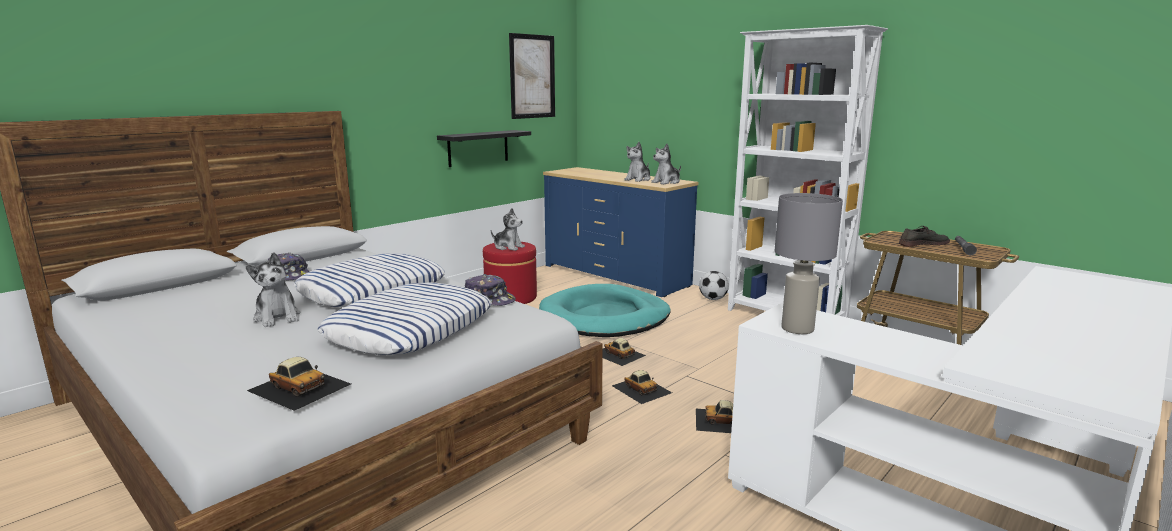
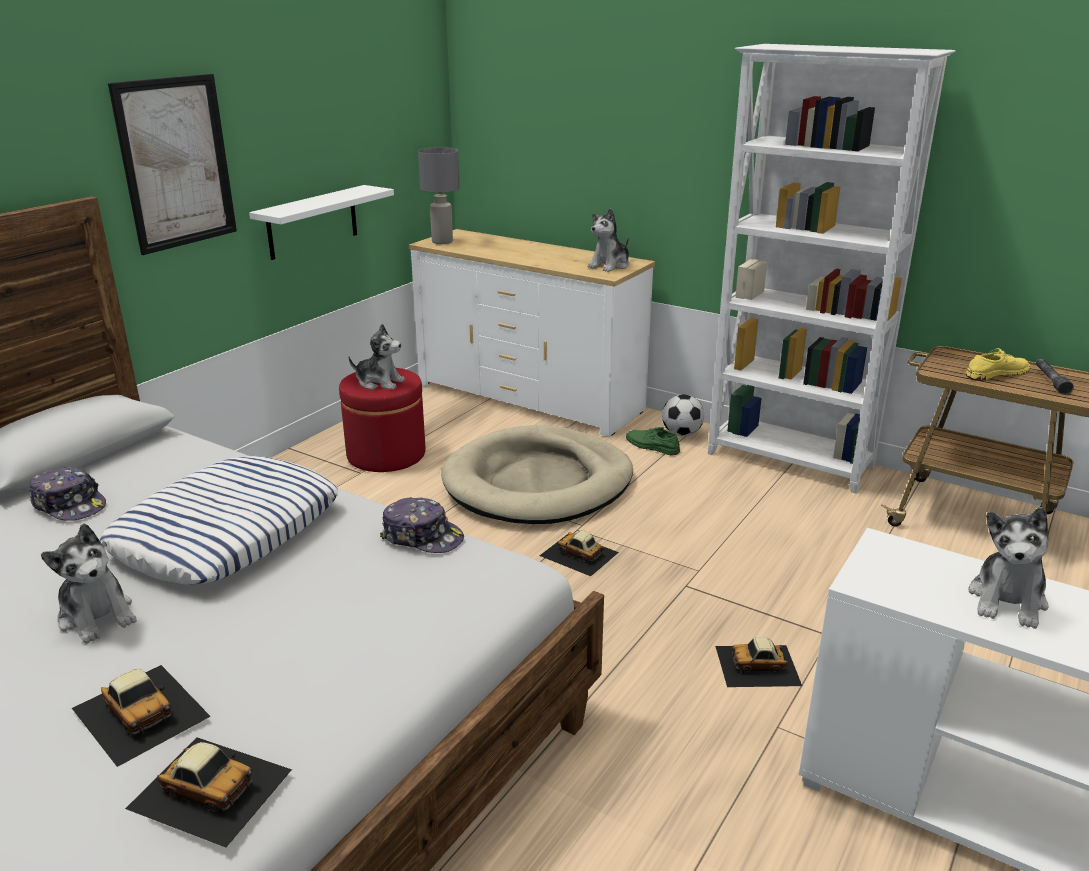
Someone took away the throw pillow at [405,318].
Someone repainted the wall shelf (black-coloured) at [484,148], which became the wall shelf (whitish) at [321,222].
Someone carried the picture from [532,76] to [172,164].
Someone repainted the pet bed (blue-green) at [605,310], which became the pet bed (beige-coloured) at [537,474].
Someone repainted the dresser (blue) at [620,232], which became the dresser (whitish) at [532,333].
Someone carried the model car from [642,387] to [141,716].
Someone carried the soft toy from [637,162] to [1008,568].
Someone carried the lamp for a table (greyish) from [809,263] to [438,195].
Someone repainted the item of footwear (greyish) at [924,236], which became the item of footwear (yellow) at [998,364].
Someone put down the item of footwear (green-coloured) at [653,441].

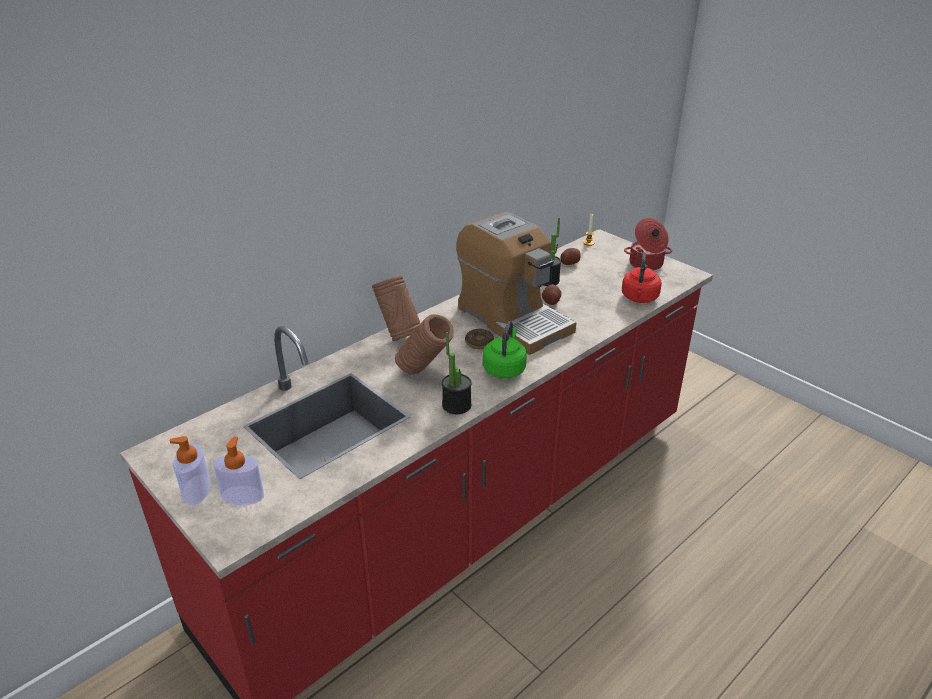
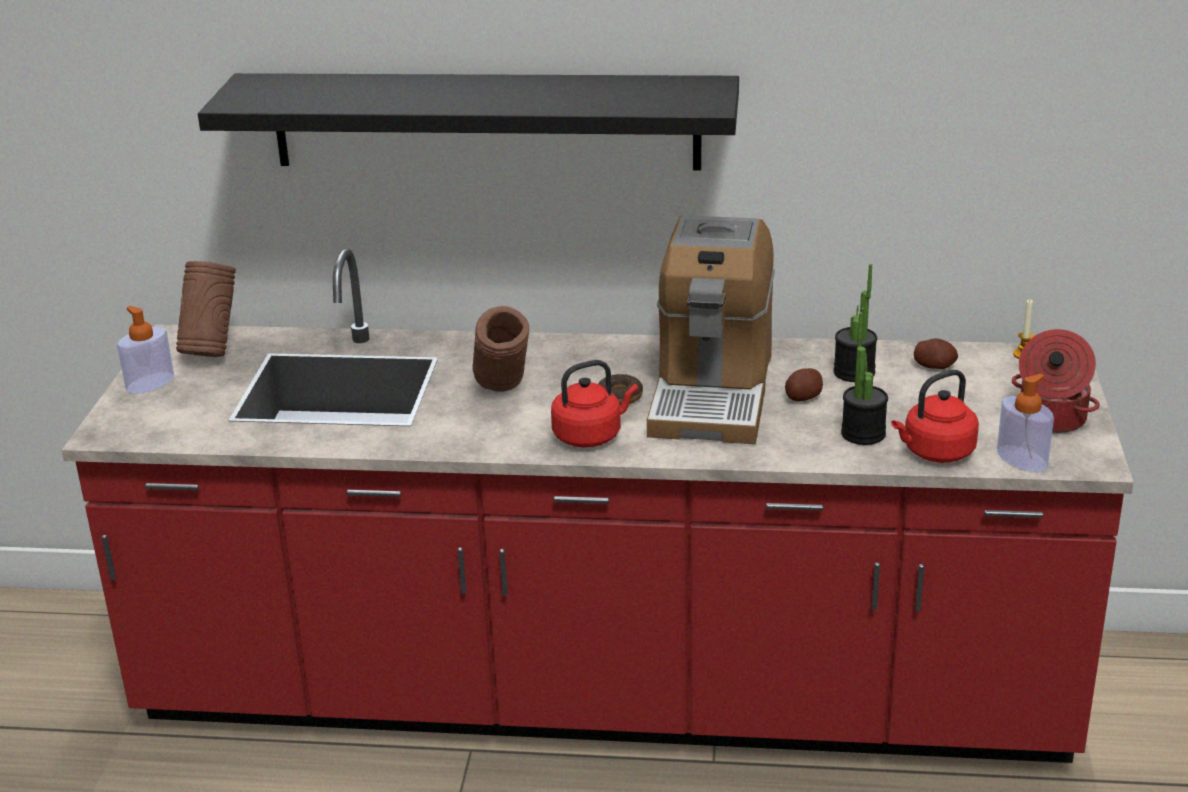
Someone carried the soap dispenser from [238,470] to [1025,423].
Someone carried the decorative vase (brown-coloured) from [396,308] to [206,309].
Someone carried the potted plant from [457,373] to [864,378].
Someone repainted the water kettle (green-coloured) at [505,350], which became the water kettle (red-coloured) at [594,403].
Someone put up the wall shelf (black-coloured) at [468,122].

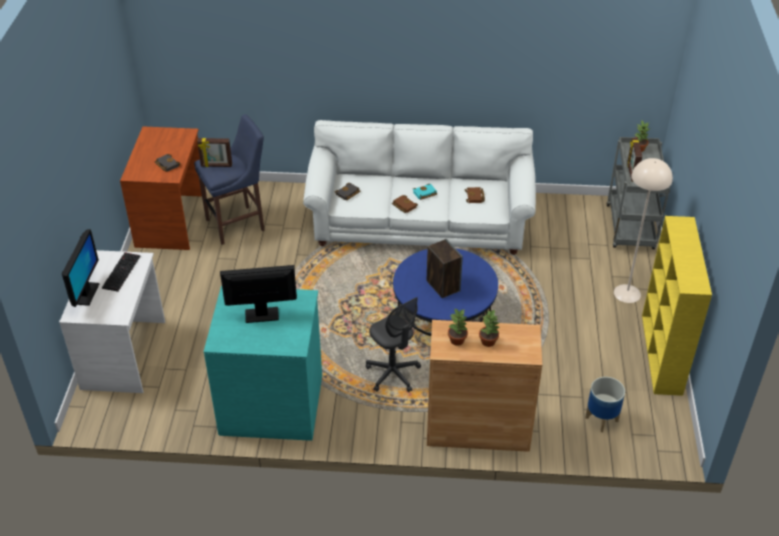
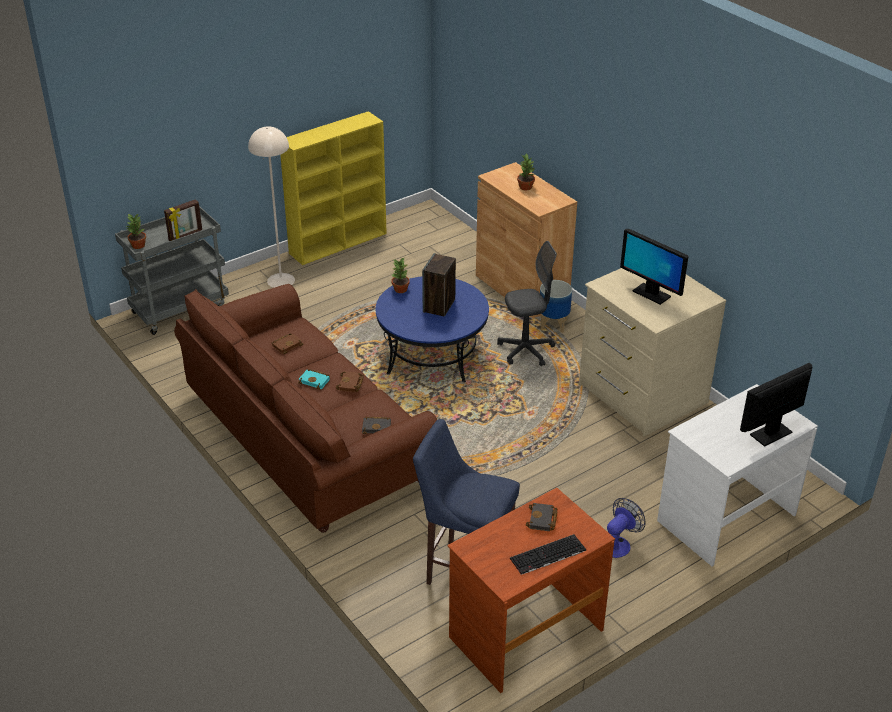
Someone carried the computer keyboard from [121,272] to [548,554].
Someone took away the photo frame at [214,152].
Someone repainted the dresser (blue-green) at [262,363], which became the dresser (beige-coloured) at [652,352].
Someone repainted the settee (whitish) at [419,187], which became the settee (brown-coloured) at [306,408].
Someone rotated the office chair (greyish) at [393,344] by 60 degrees clockwise.
Someone carried the potted plant from [458,327] to [400,275].
Someone carried the planter from [605,404] to [556,306].
Someone put down the electric fan at [626,528].

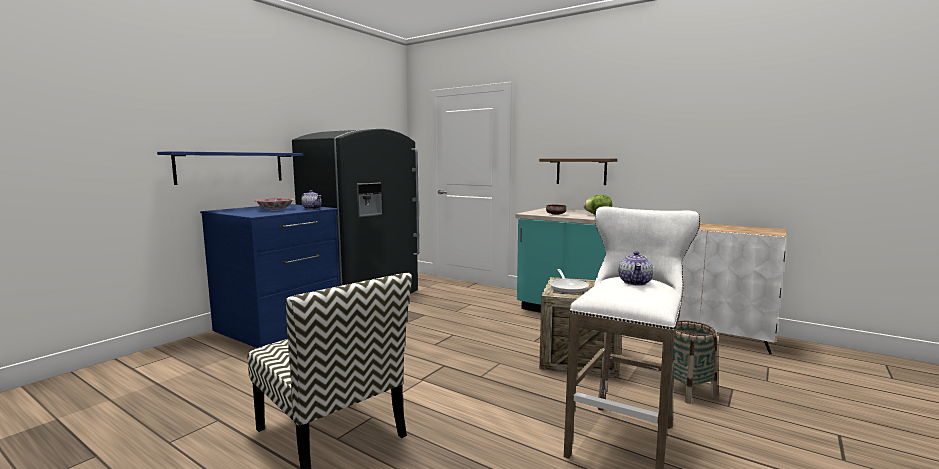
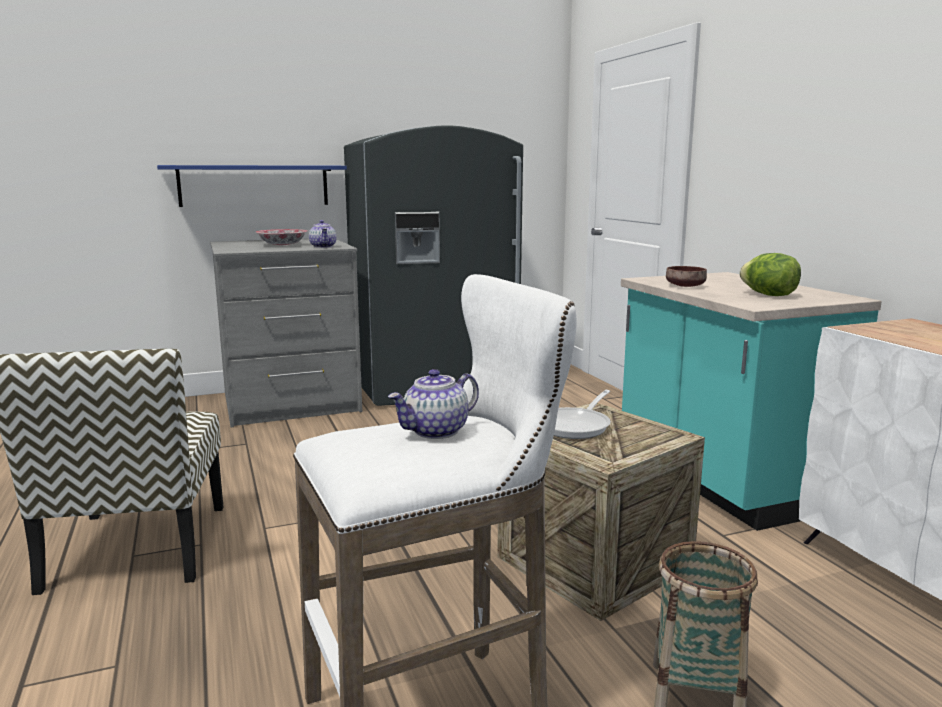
Someone repainted the dresser (blue) at [270,276], which became the dresser (greyish) at [286,333].
Someone took away the wall shelf at [578,172].

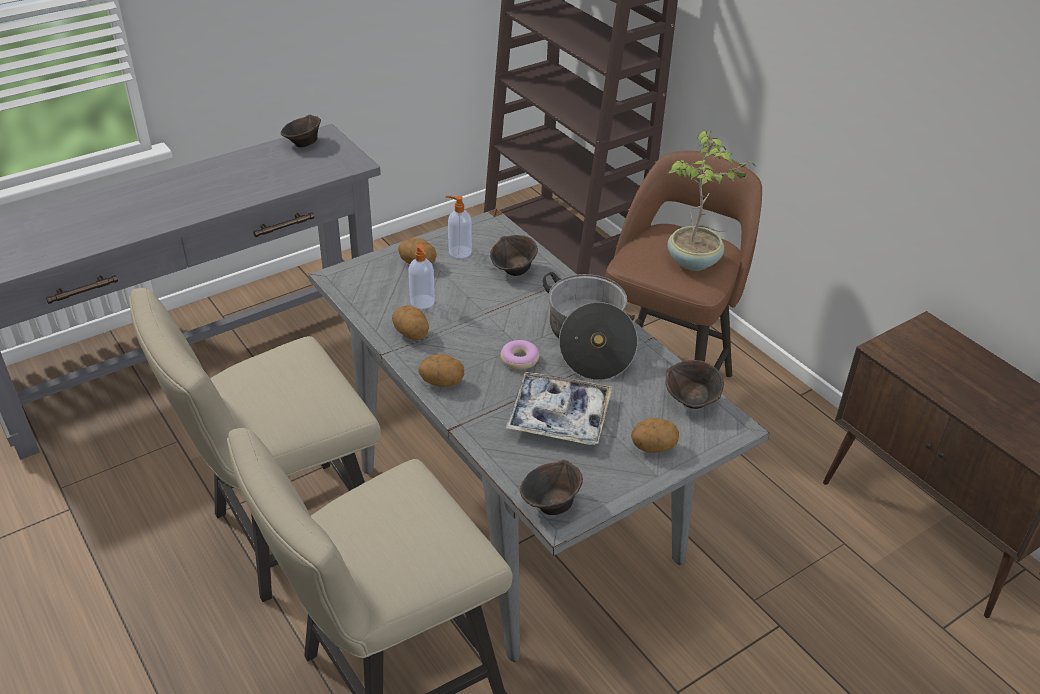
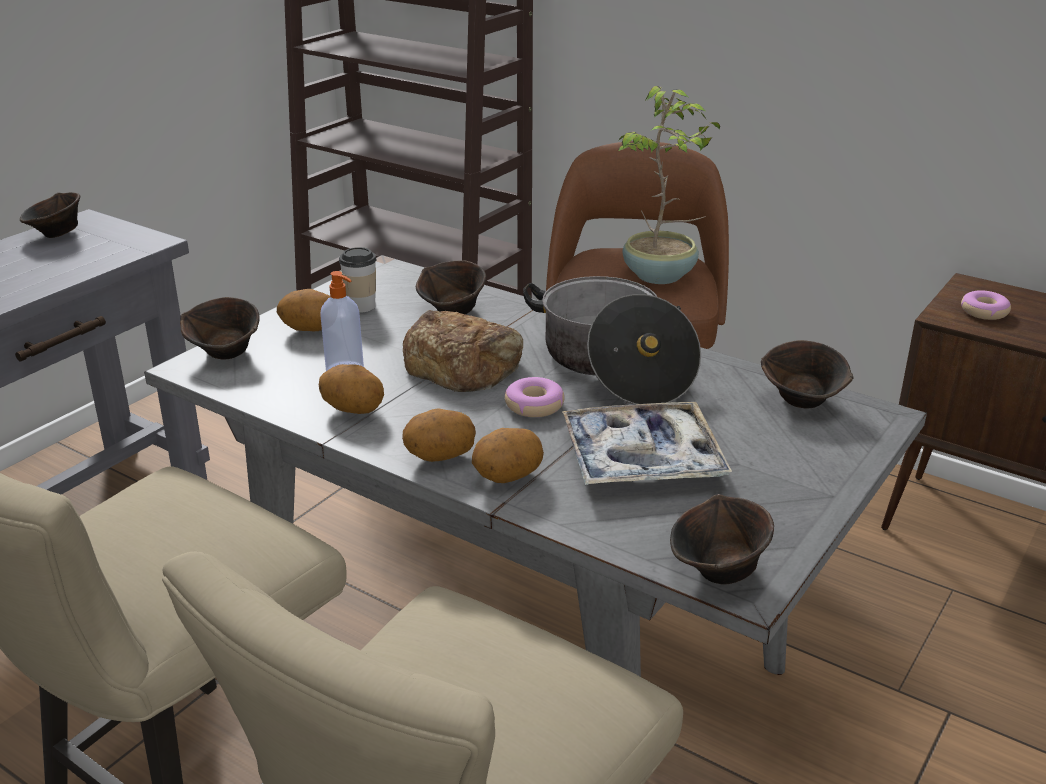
Someone swapped the soap dispenser at [459,227] for the drinking cup at [357,280].
Someone carried the whole potato from [655,435] to [508,455].
Someone put down the deep dish (brown-coloured) at [219,328].
Someone put down the bakery bread at [463,351].
Someone put down the ring doughnut at [986,305].

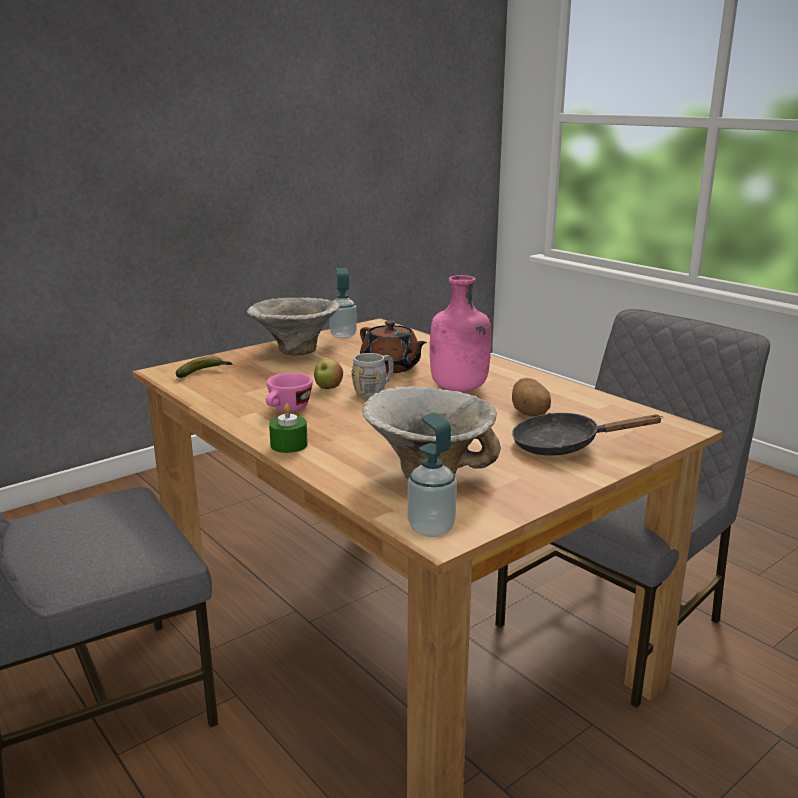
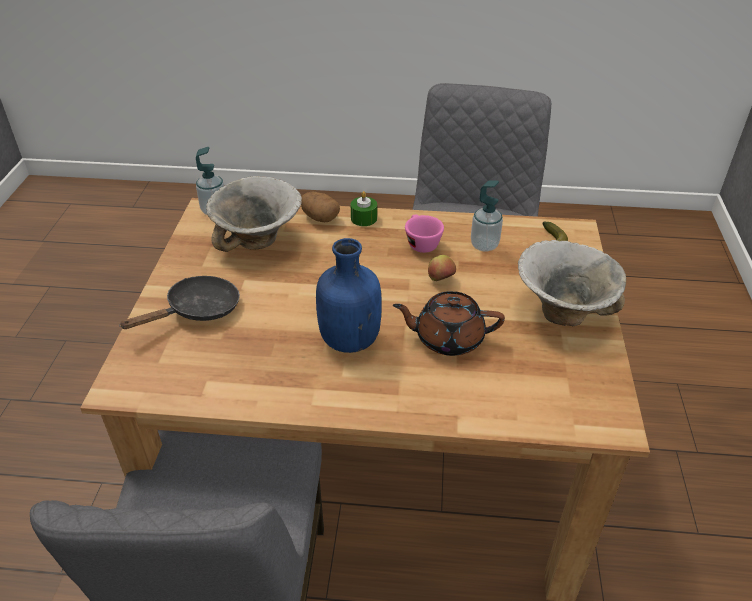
Someone carried the soap dispenser from [343,303] to [487,216].
Someone took away the coffee mug (greyish) at [372,375].
Someone repainted the bottle (pinkish) at [460,333], which became the bottle (blue) at [349,295].
Someone carried the whole potato from [531,397] to [320,207].

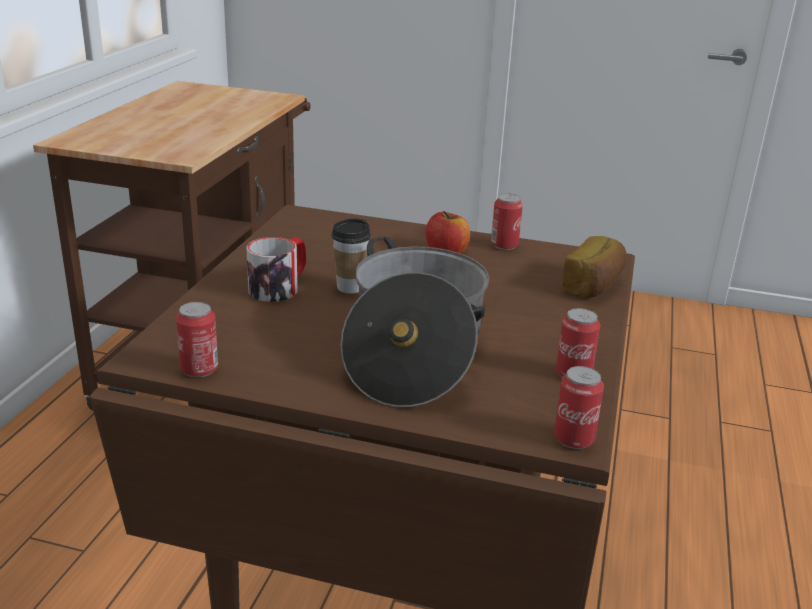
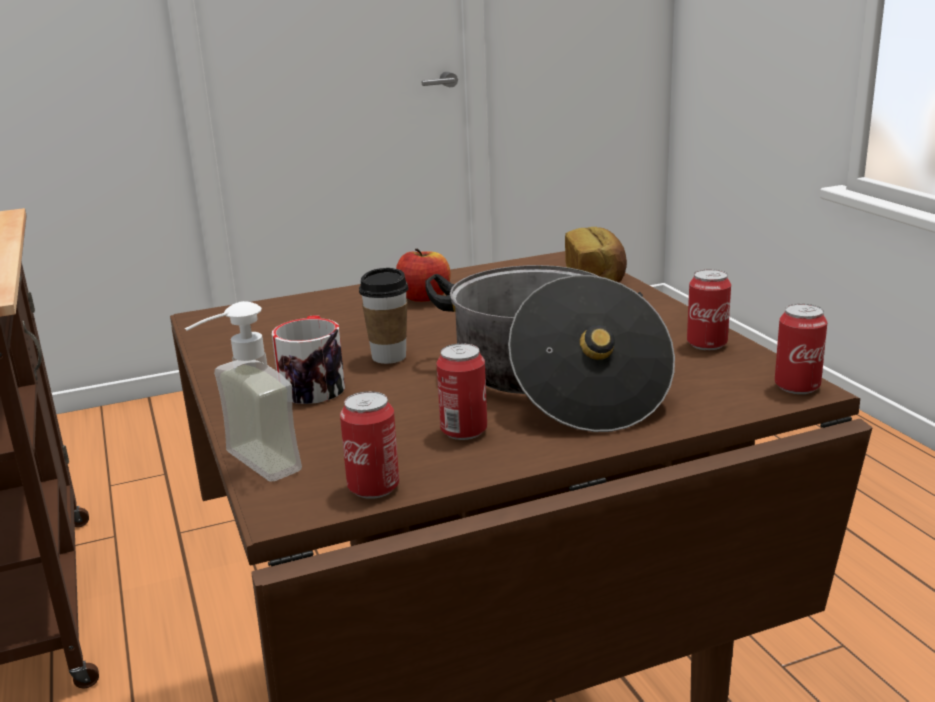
Someone carried the can from [507,221] to [461,391].
Someone put down the soap dispenser at [243,391].

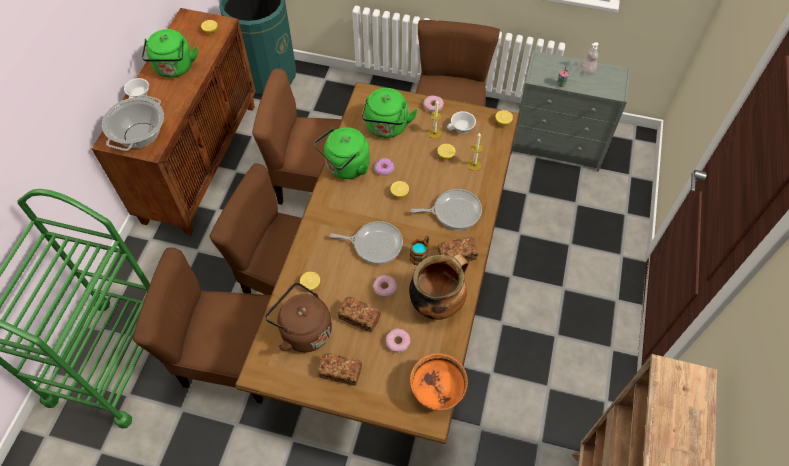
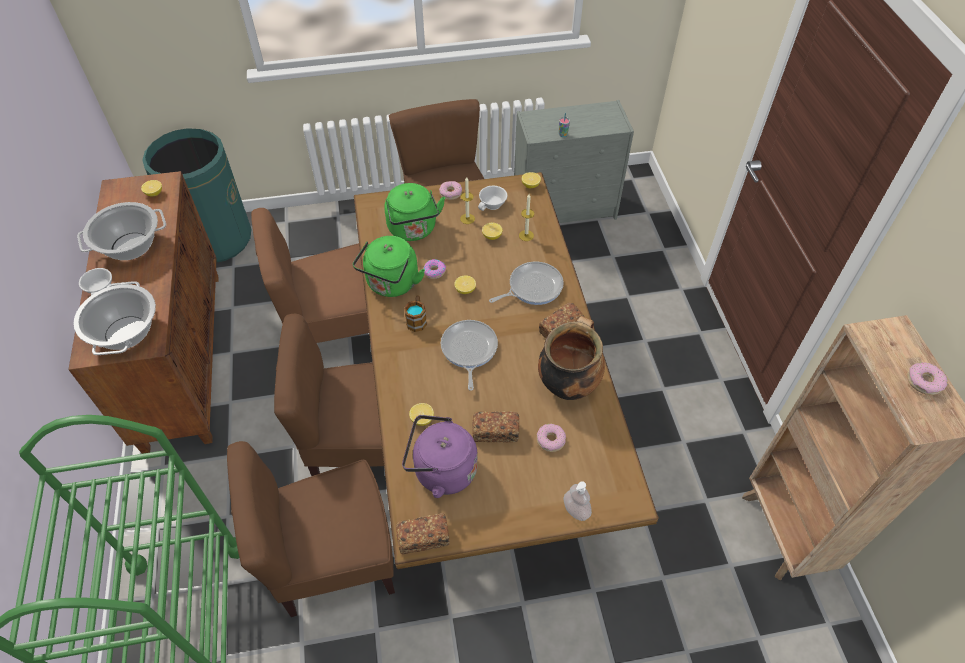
Someone swapped the water kettle (green-coloured) at [169,53] for the cooking pot at [121,231].
Someone repainted the water kettle (brown-coloured) at [298,317], which became the water kettle (purplish) at [440,456].
Someone carried the bakery bread from [340,369] to [423,533].
Someone rotated the frying pan at [366,242] by 75 degrees counterclockwise.
Someone carried the ring doughnut from [385,286] to [927,378].
Someone carried the coffee mug from [419,250] to [415,313].
Someone took away the deep dish (orange-coloured) at [439,382].
Someone carried the soap dispenser from [590,58] to [578,501].

